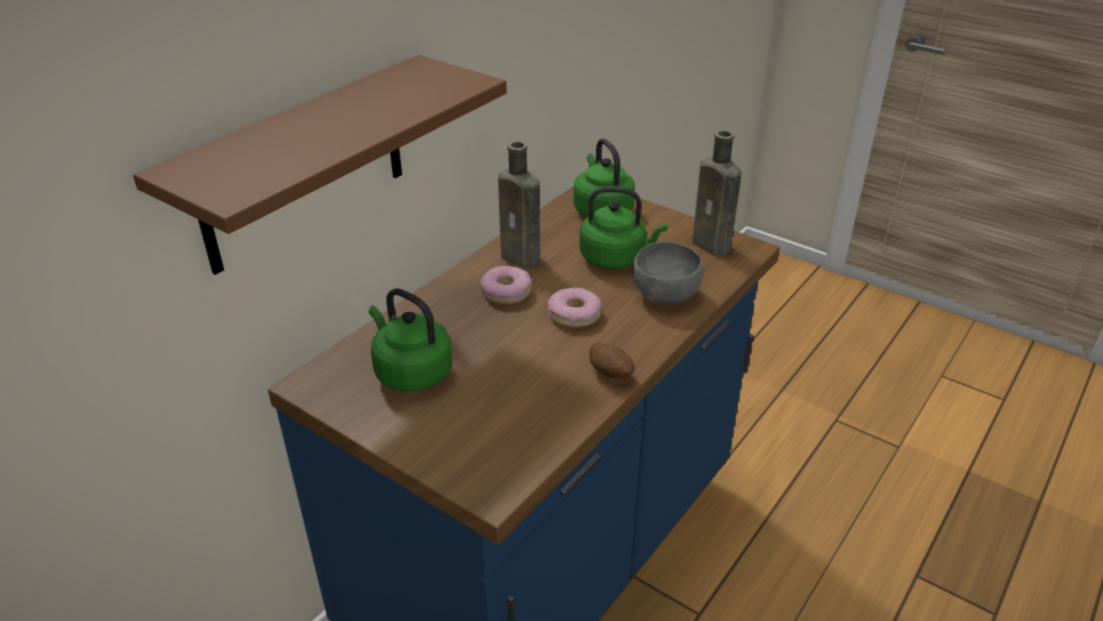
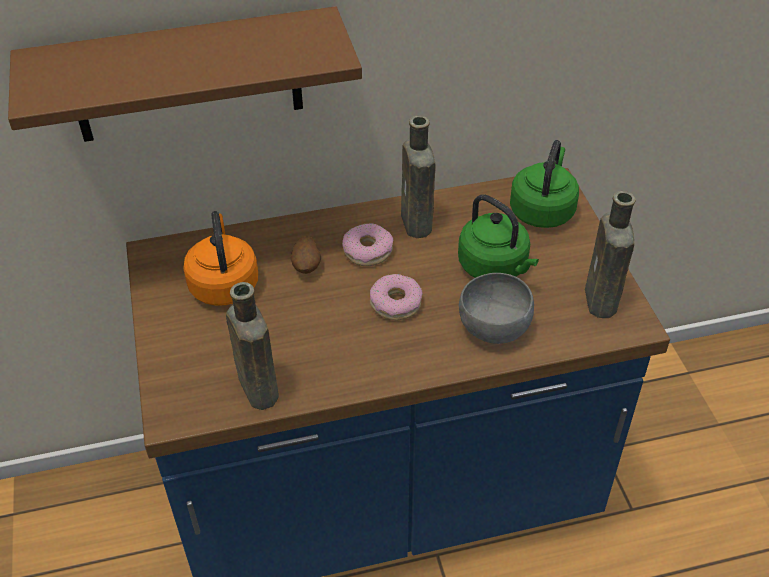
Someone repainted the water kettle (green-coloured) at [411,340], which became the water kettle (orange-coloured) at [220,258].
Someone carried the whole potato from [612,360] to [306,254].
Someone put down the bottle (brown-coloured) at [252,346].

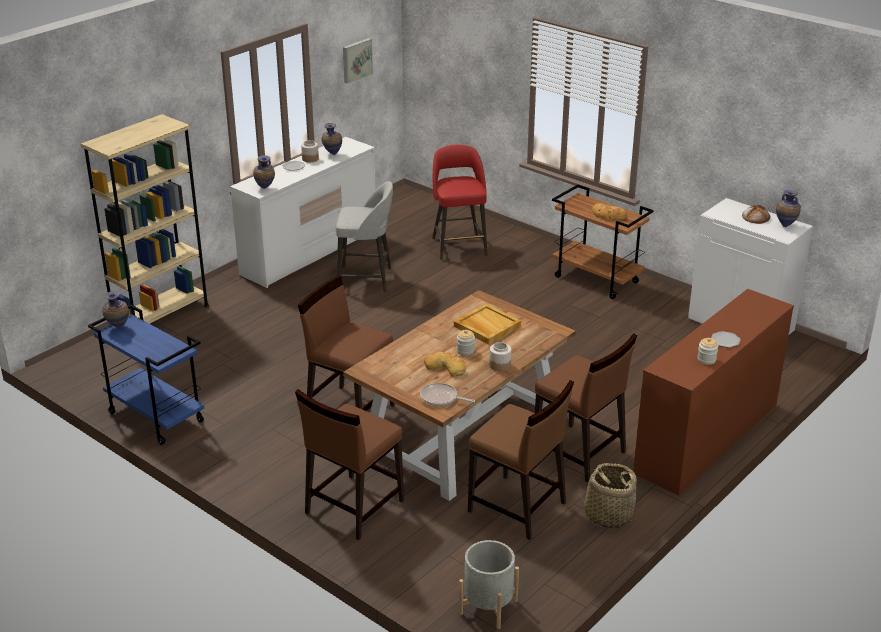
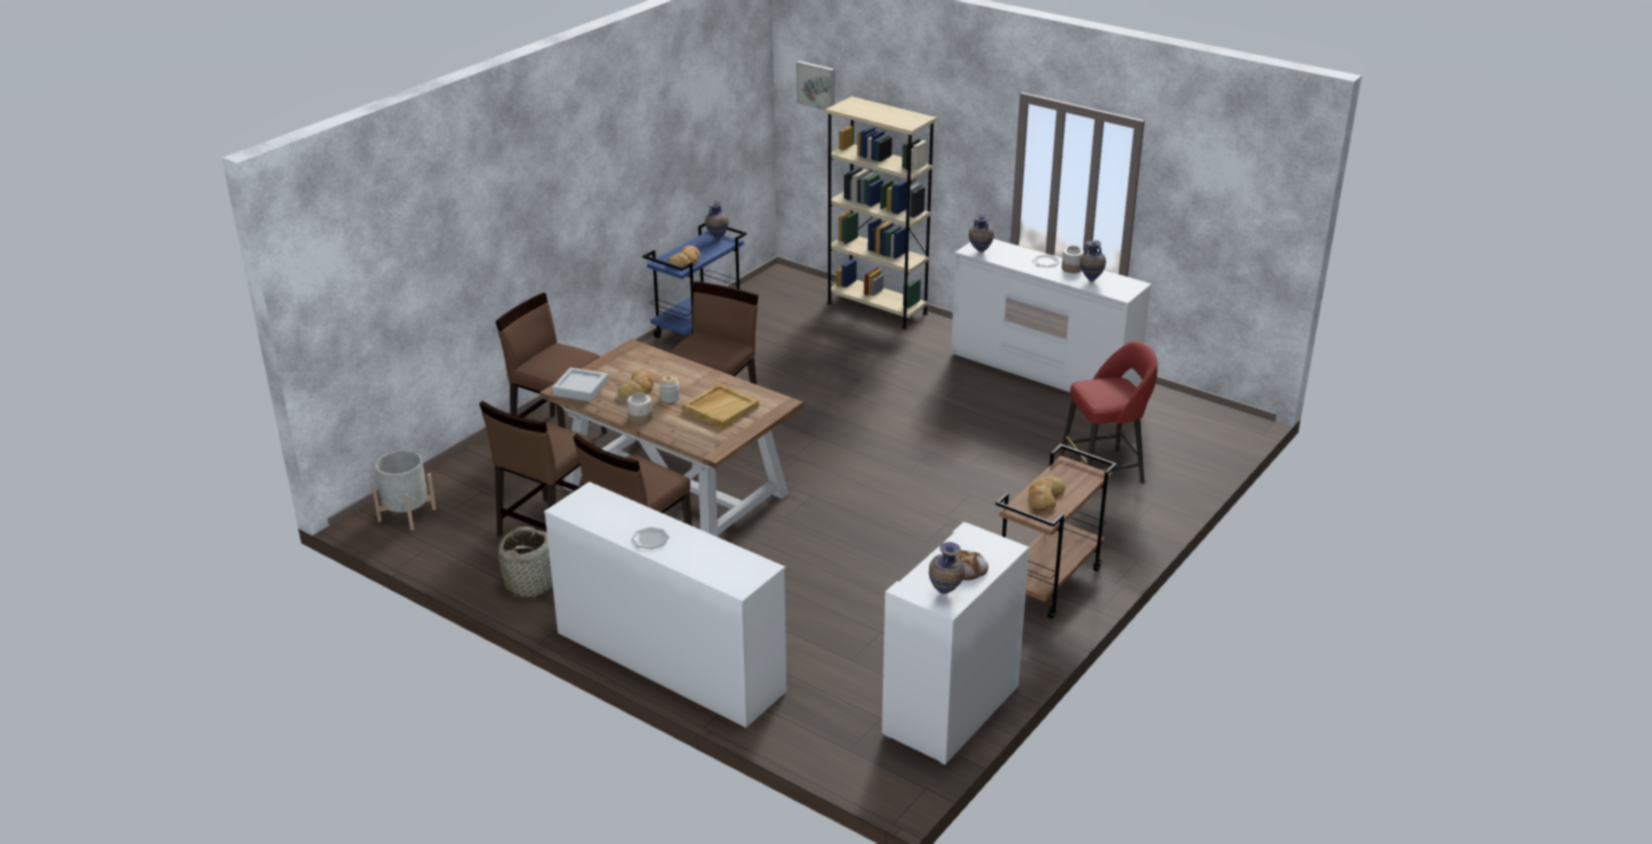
Someone took away the stool (greyish) at [364,237].
Someone carried the picture from [358,61] to [815,86].
Someone swapped the frying pan at [447,394] for the serving tray (greyish) at [580,384].
Someone repainted the dresser (brown-coloured) at [713,392], which became the dresser (whitish) at [665,605].
Someone took away the jar at [707,351].
Someone put down the bakery bread at [684,256].

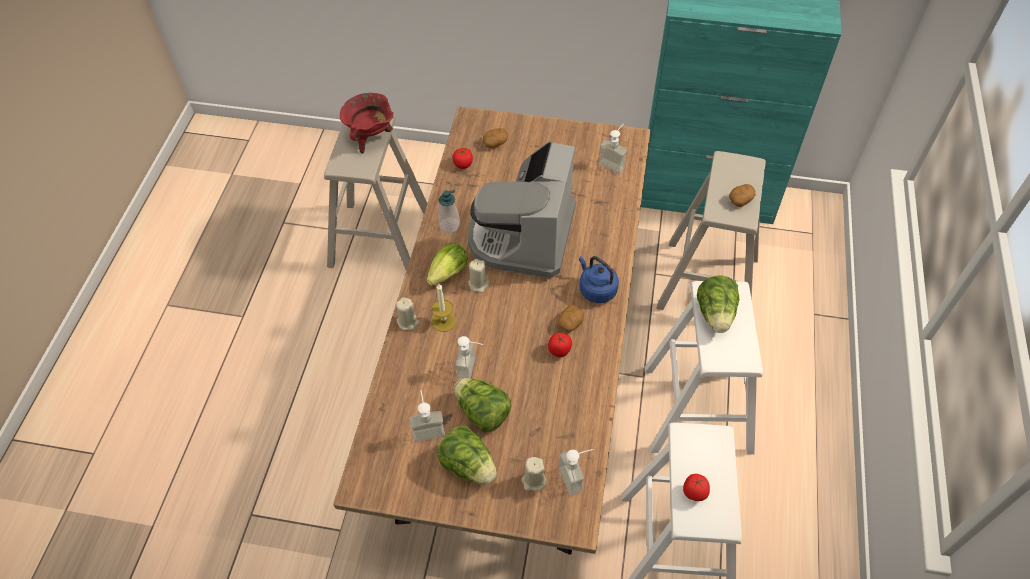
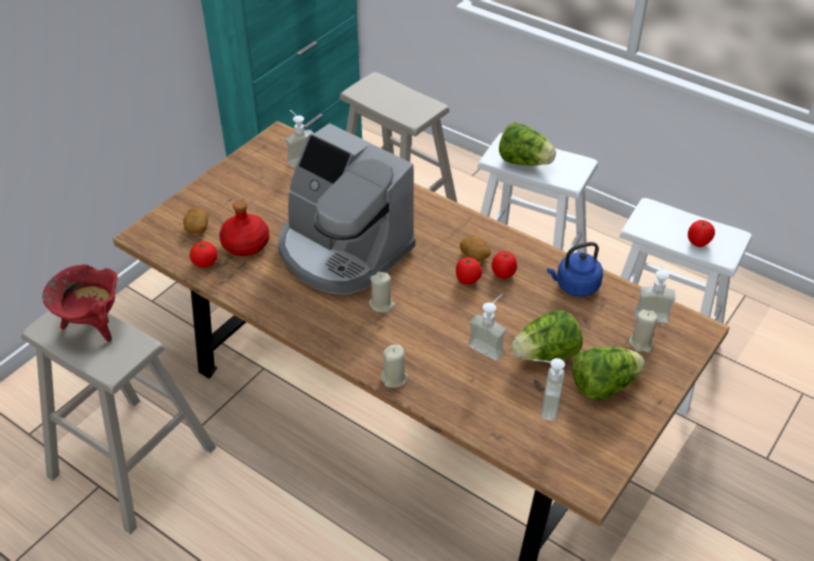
Someone took away the lettuce head at [447,264].
Someone took away the wax light at [444,308].
Someone took away the soap dispenser at [449,211].
Someone carried the water kettle (blue) from [599,279] to [575,269].
Someone took away the whole potato at [742,195].
Someone put down the bottle (red-coloured) at [244,228].
Someone put down the whole tomato at [469,271].

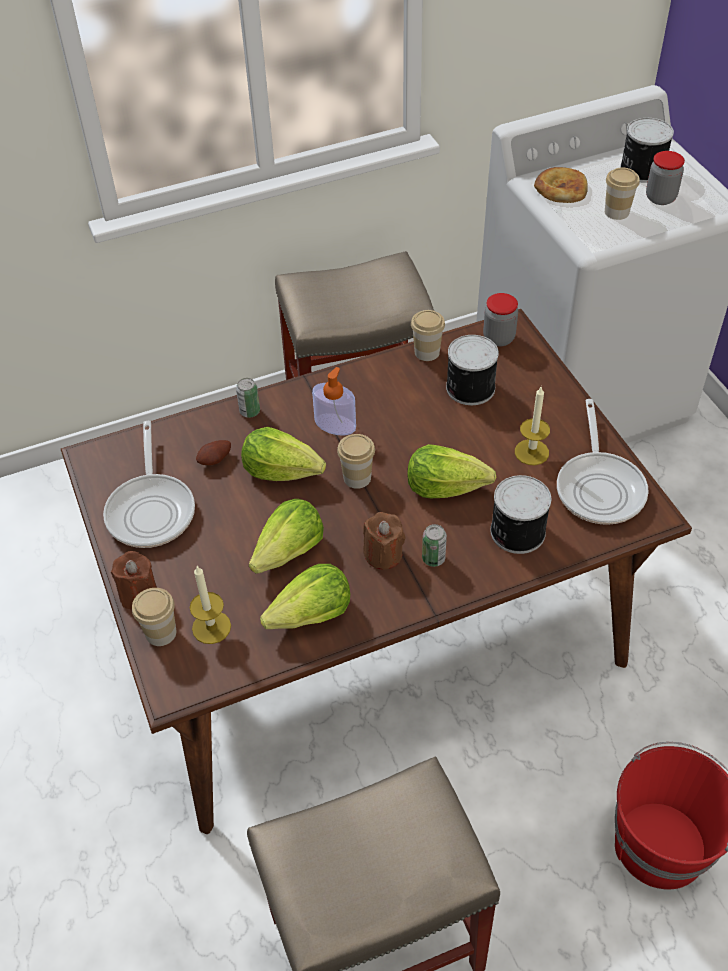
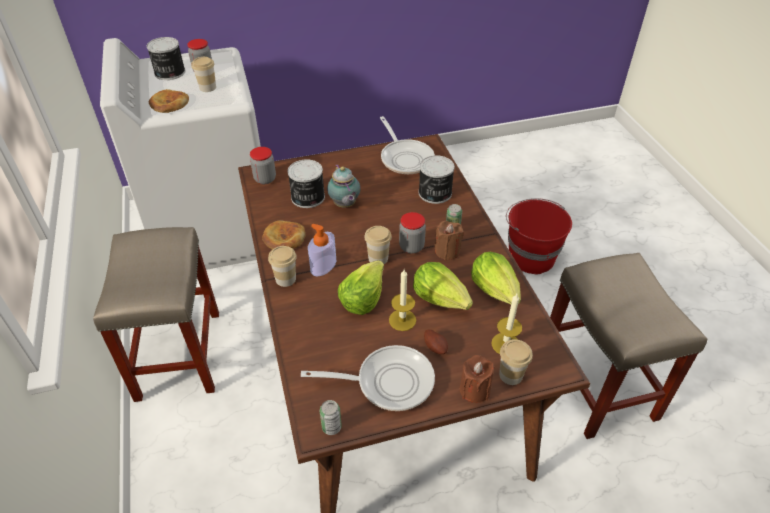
Someone carried the whole potato from [213,452] to [436,342].
Someone carried the can from [248,398] to [331,417].
Someone took away the lettuce head at [452,471].
Someone carried the drinking cup from [428,335] to [282,266].
Someone carried the wax light from [532,426] to [402,300].
Someone rotated the frying pan at [603,462] by 60 degrees clockwise.
Someone put down the bakery bread at [284,234].
Someone put down the teapot at [343,185].
Someone put down the jar at [412,233].

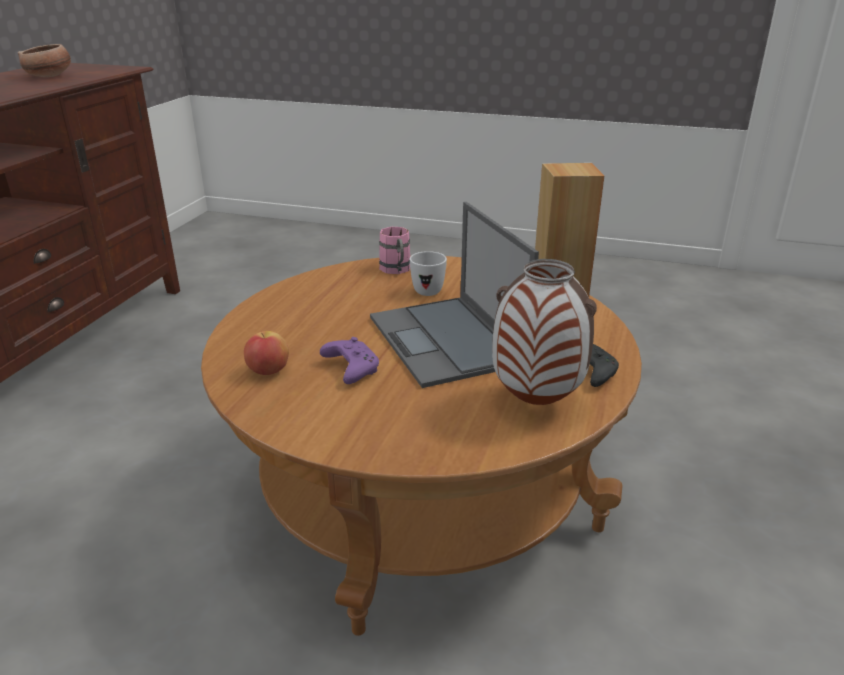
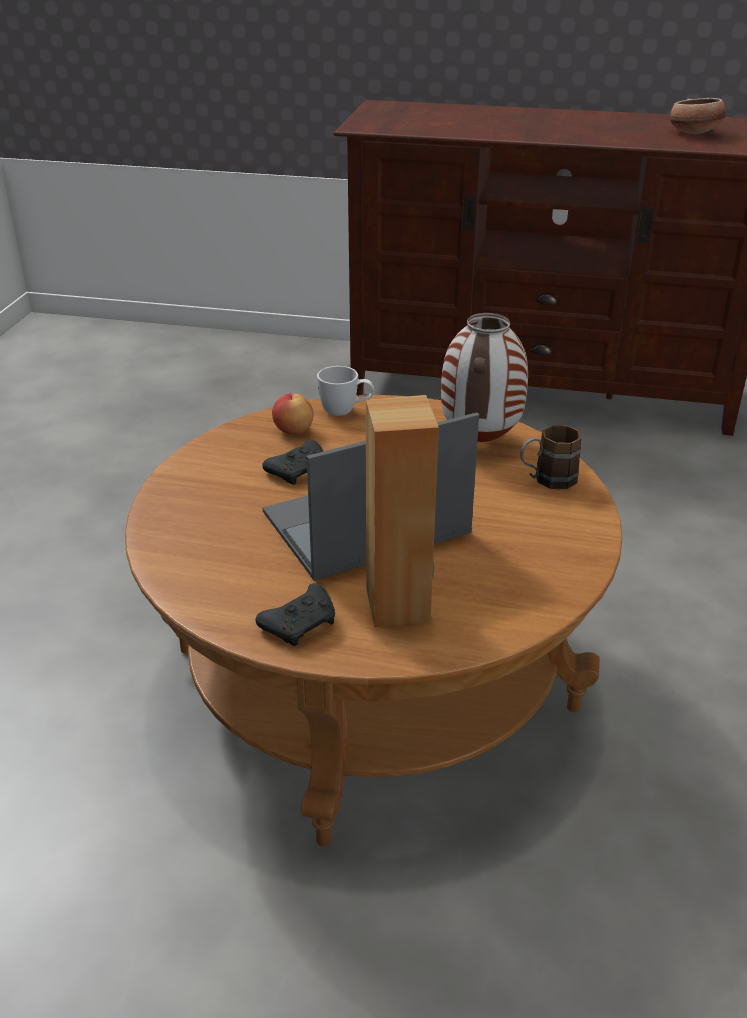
Someone repainted the game controller (purplish) at [349,360], which became the game controller (black-coloured) at [292,462].
Someone repainted the coffee mug (pinkish) at [394,250], which became the coffee mug (brown-coloured) at [550,457].
Someone carried the coffee mug (whitish) from [428,273] to [345,391].
Someone carried the decorative vase from [544,332] to [484,377].

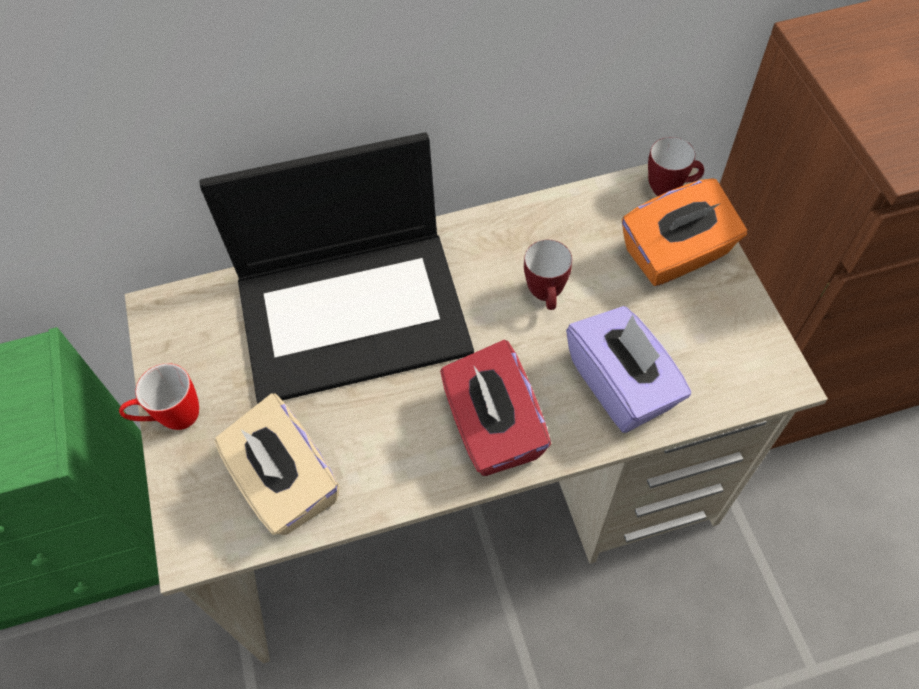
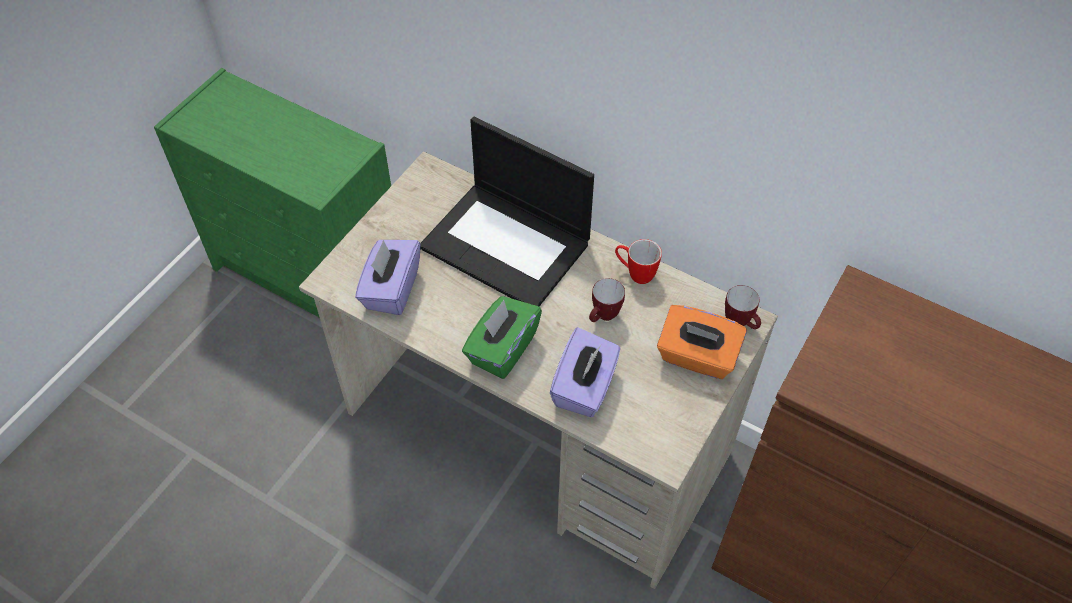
Someone carried the coffee mug from [159,396] to [638,261].
Someone repainted the tissue holder (beige-coloured) at [277,464], which became the tissue holder (purplish) at [387,277].
Someone repainted the tissue holder (red-coloured) at [495,408], which became the tissue holder (green-coloured) at [502,337].

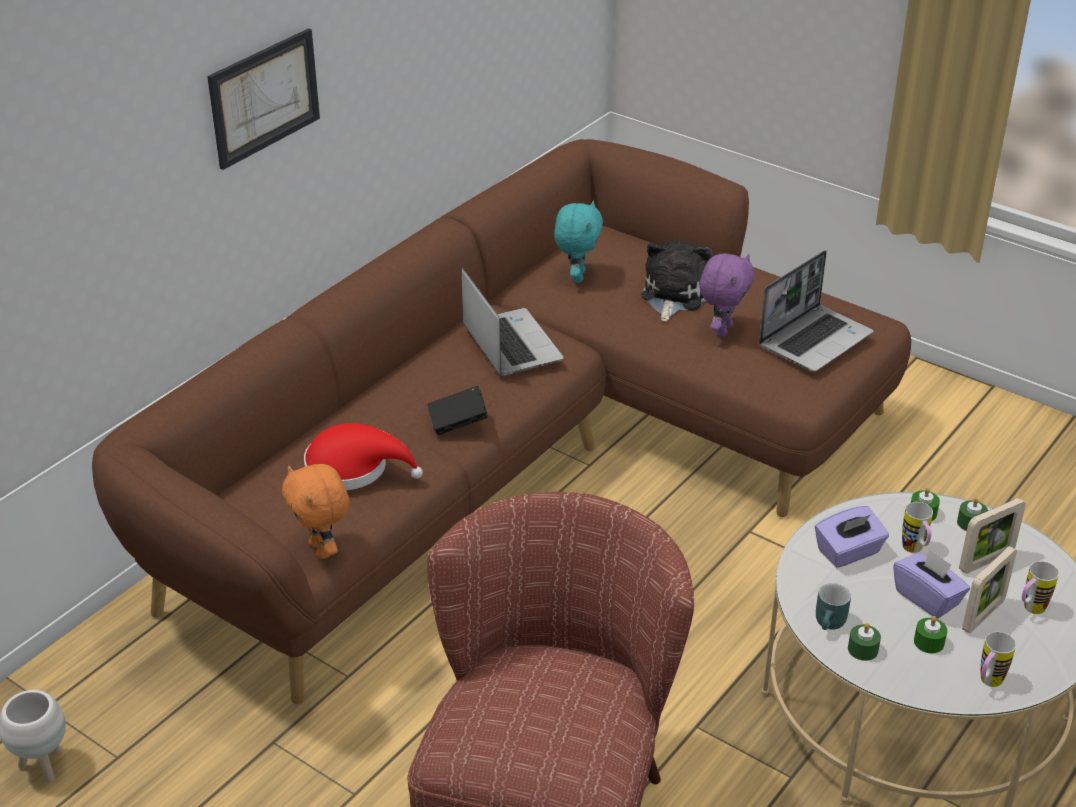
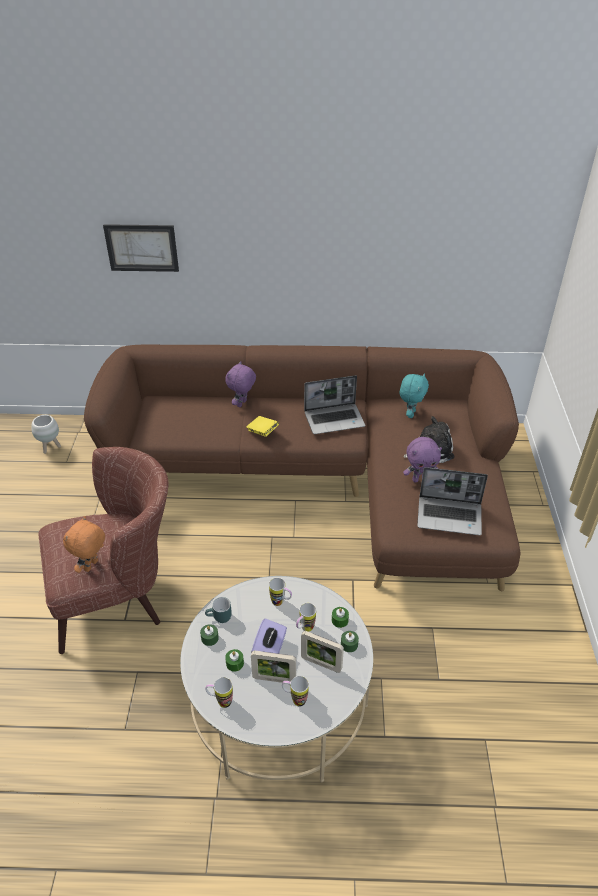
Someone carried the picture from [263,99] to [141,248].
Someone carried the soft toy (orange-coloured) from [315,511] to [84,544].
Someone took away the hat (red-coloured) at [363,456].
Someone repainted the bound book (black-coloured) at [458,410], which became the bound book (yellow) at [263,426].
Someone rotated the notebook computer at [513,322] by 45 degrees clockwise.
Someone rotated the soft toy (blue-green) at [578,242] by 45 degrees counterclockwise.
Someone swapped the tissue holder (purplish) at [852,537] for the coffee mug at [280,592].
Someone put down the soft toy (purplish) at [240,384].

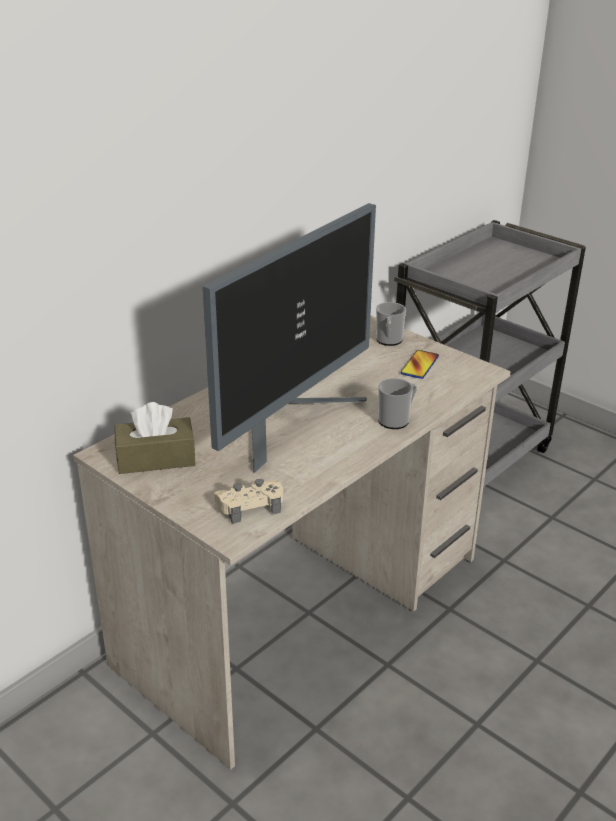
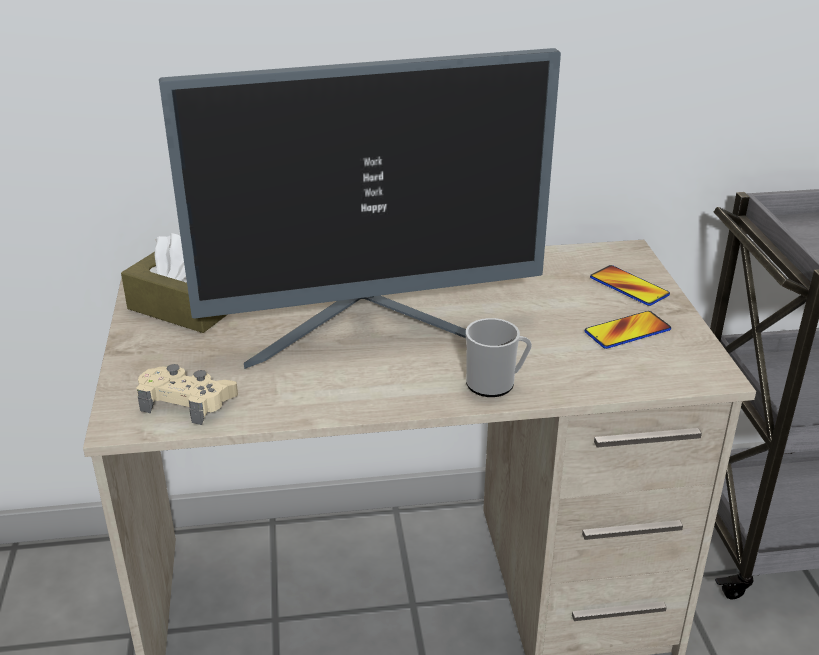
Someone swapped the coffee mug at [391,324] for the telephone at [630,285].

